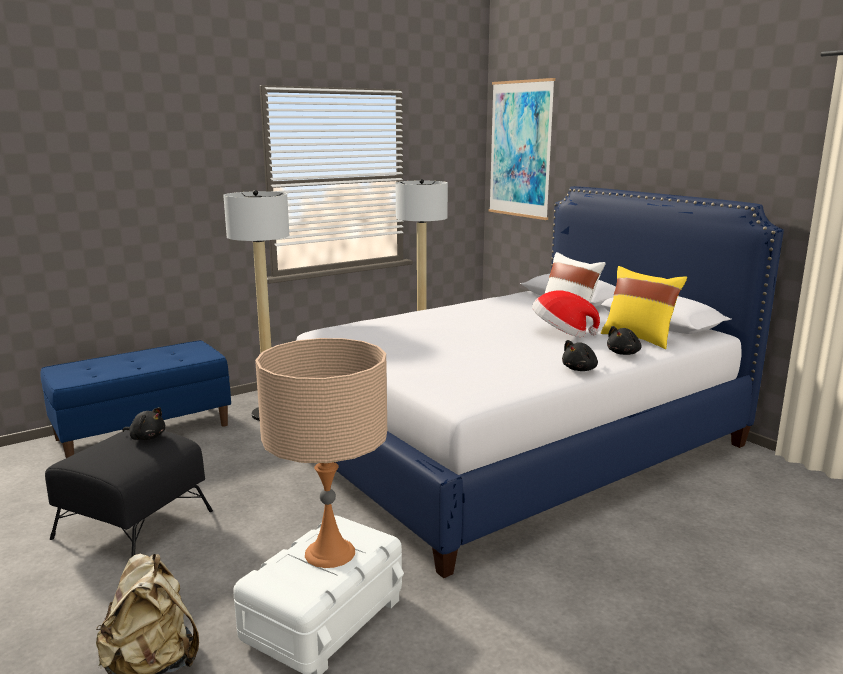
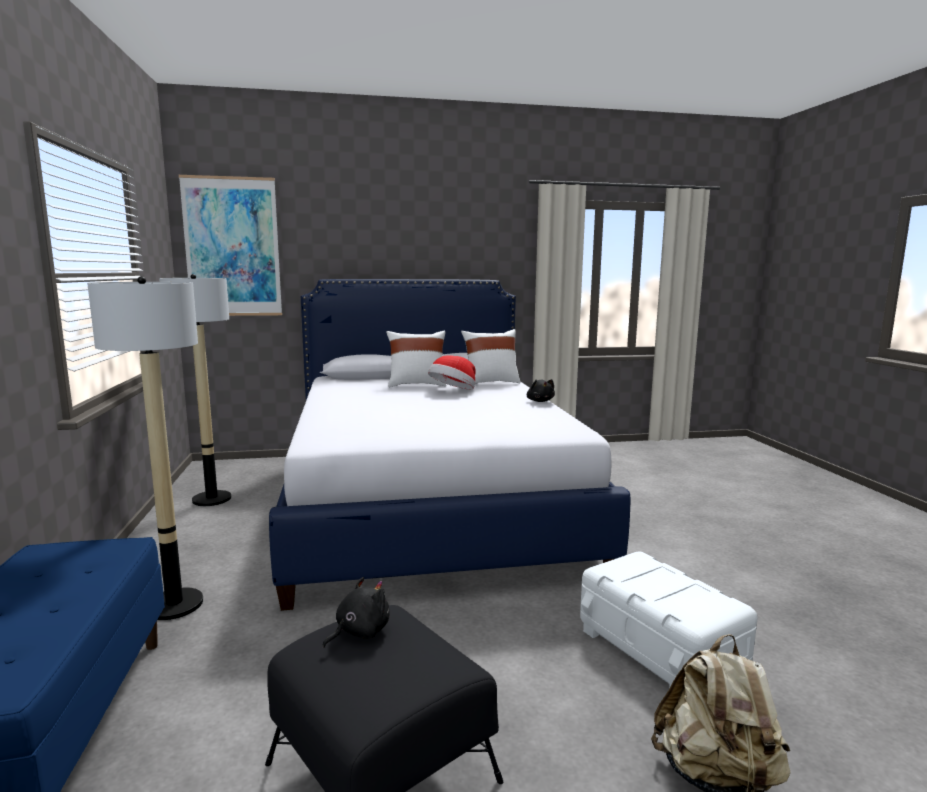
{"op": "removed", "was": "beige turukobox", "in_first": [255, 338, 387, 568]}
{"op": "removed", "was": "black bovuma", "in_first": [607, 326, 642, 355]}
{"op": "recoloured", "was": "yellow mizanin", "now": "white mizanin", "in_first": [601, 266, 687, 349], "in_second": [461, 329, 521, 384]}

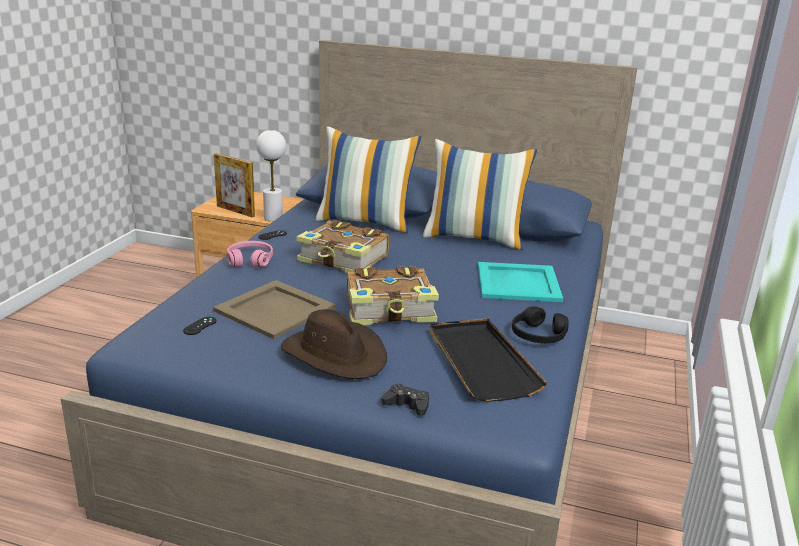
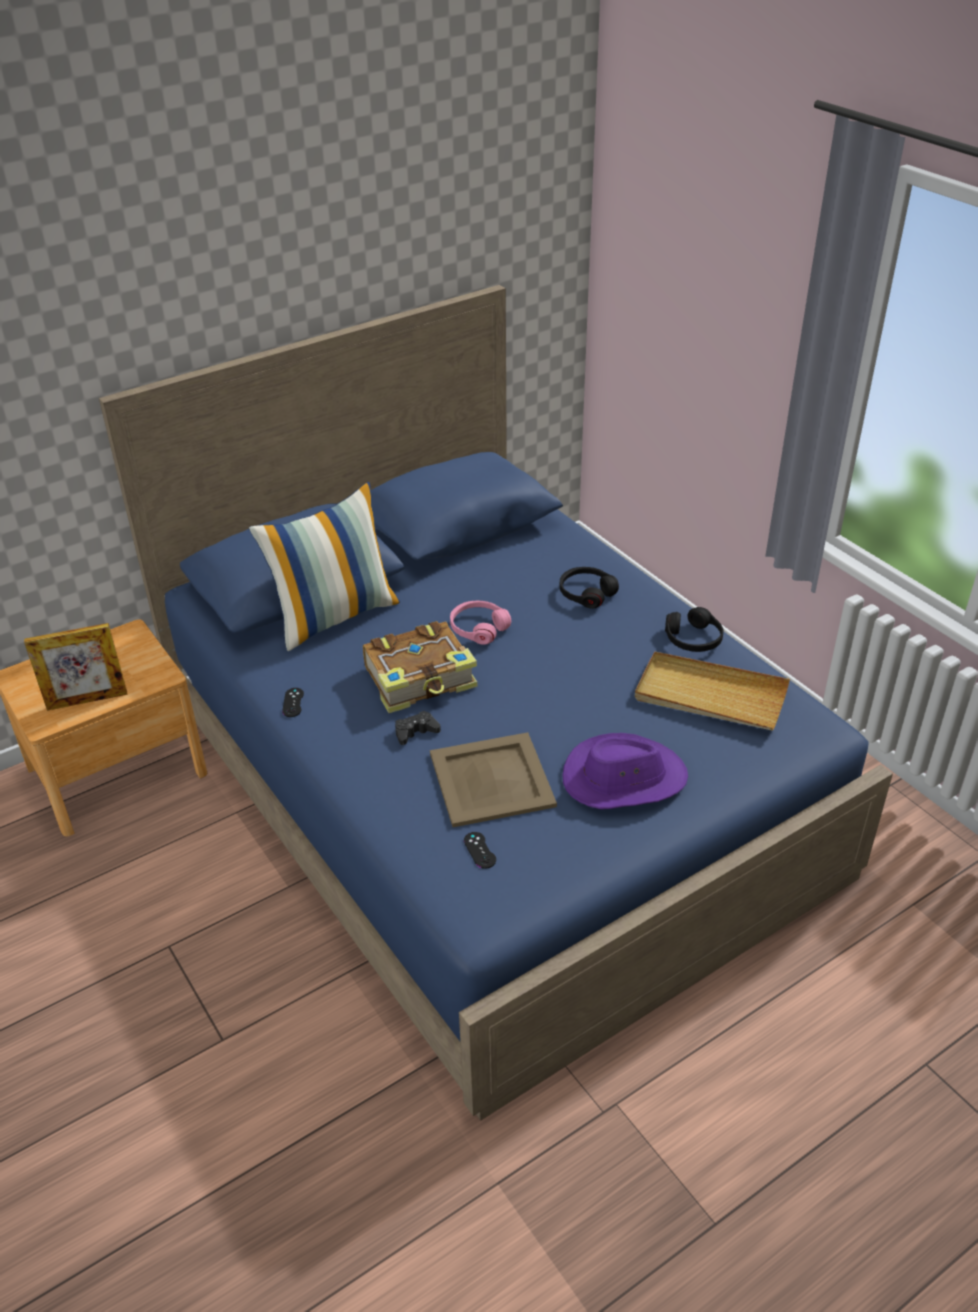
{"op": "removed", "was": "white turukobox", "in_first": [256, 130, 286, 222]}
{"op": "removed", "was": "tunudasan", "in_first": [347, 266, 439, 325]}
{"op": "removed", "was": "mizanin", "in_first": [423, 139, 537, 250]}
{"op": "moved", "was": "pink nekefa", "in_first": [227, 241, 273, 267], "in_second": [450, 601, 511, 645]}
{"op": "moved", "was": "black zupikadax", "in_first": [381, 384, 429, 416], "in_second": [395, 711, 441, 745]}
{"op": "replaced", "was": "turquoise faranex", "now": "black nekefa", "in_first": [478, 262, 563, 302], "in_second": [560, 567, 619, 609]}
{"op": "recoloured", "was": "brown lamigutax", "now": "purple lamigutax", "in_first": [281, 309, 387, 379], "in_second": [562, 733, 688, 809]}
{"op": "recoloured", "was": "black faranex", "now": "beige faranex", "in_first": [430, 318, 547, 402], "in_second": [635, 652, 790, 731]}

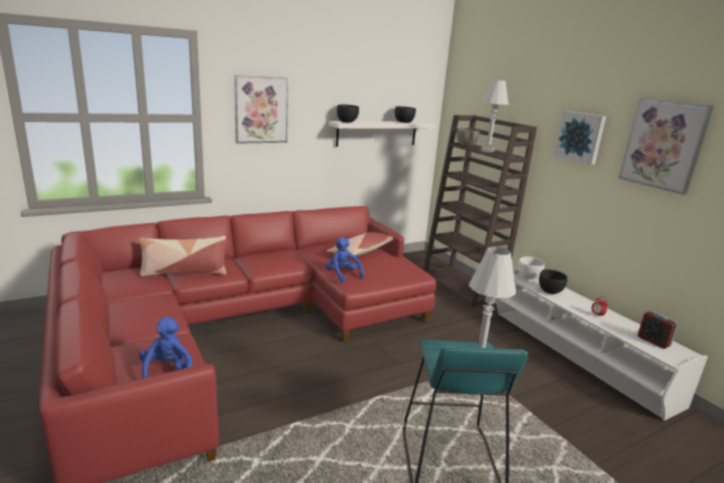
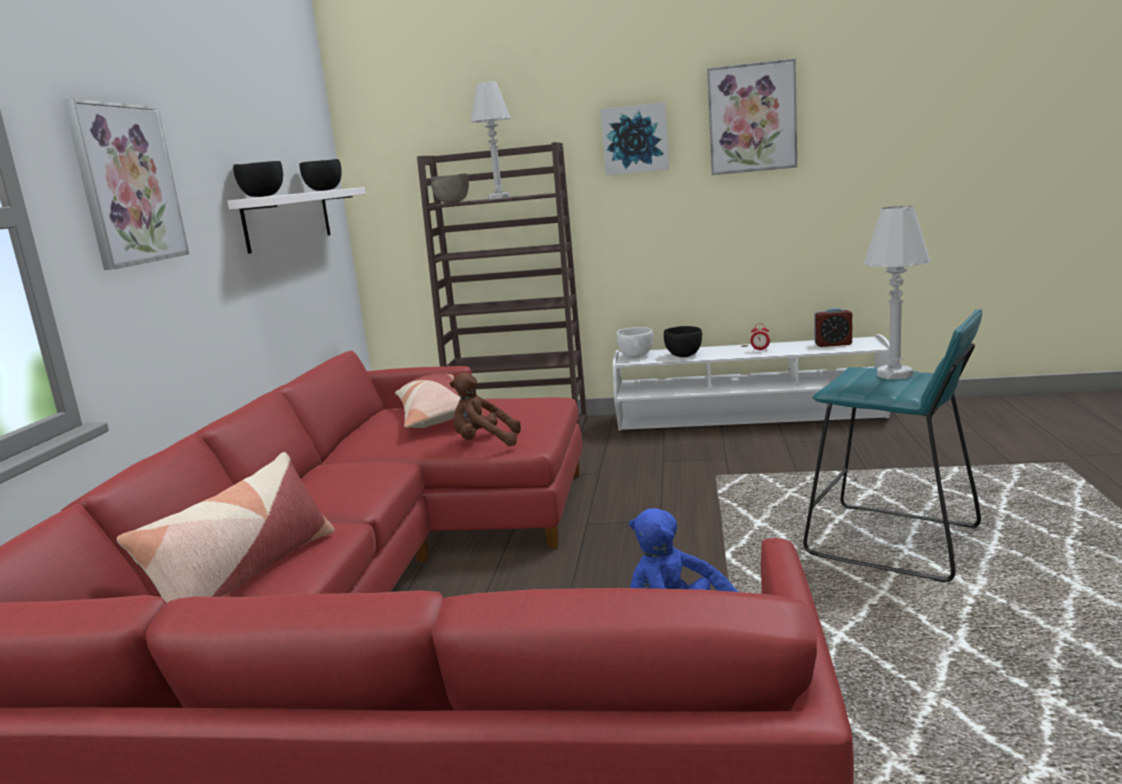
{"op": "recoloured", "was": "blue bovuma", "now": "brown bovuma", "in_first": [325, 237, 364, 283], "in_second": [450, 372, 521, 446]}

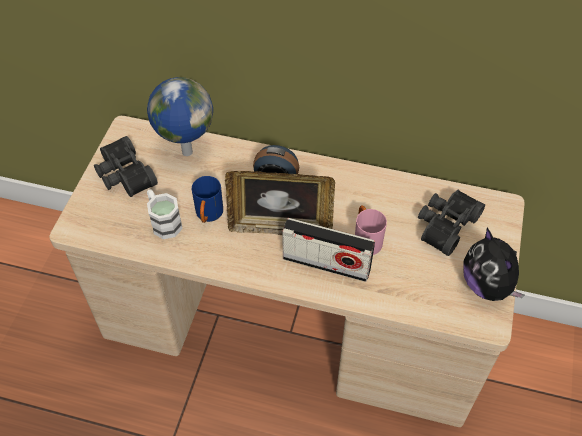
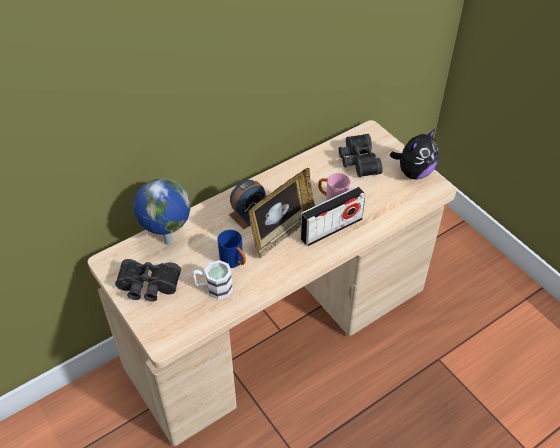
{"op": "turned", "was": "bovuma", "in_first": [464, 228, 524, 301], "in_second": [390, 128, 439, 180], "clockwise": -60}

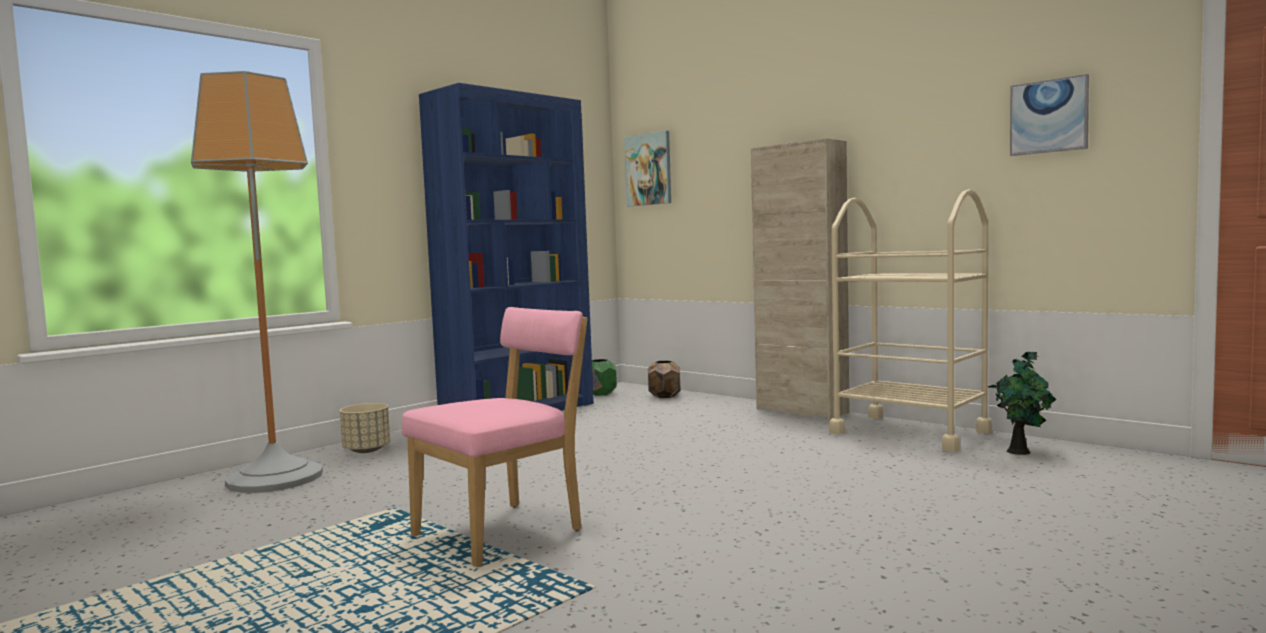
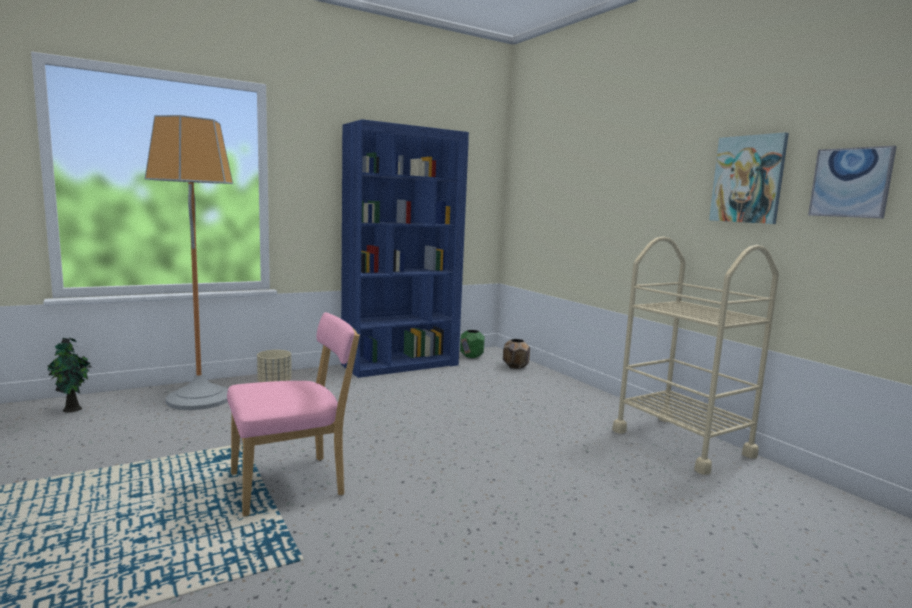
{"op": "removed", "was": "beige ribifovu", "in_first": [751, 138, 849, 419]}
{"op": "moved", "was": "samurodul", "in_first": [624, 130, 671, 206], "in_second": [709, 132, 789, 224]}
{"op": "moved", "was": "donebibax", "in_first": [988, 352, 1057, 455], "in_second": [47, 338, 92, 413]}

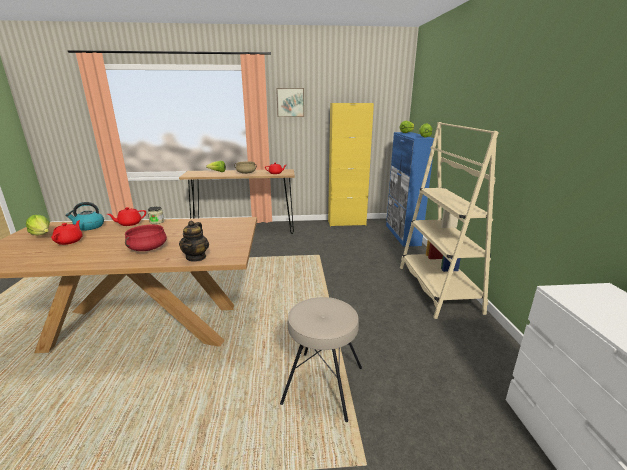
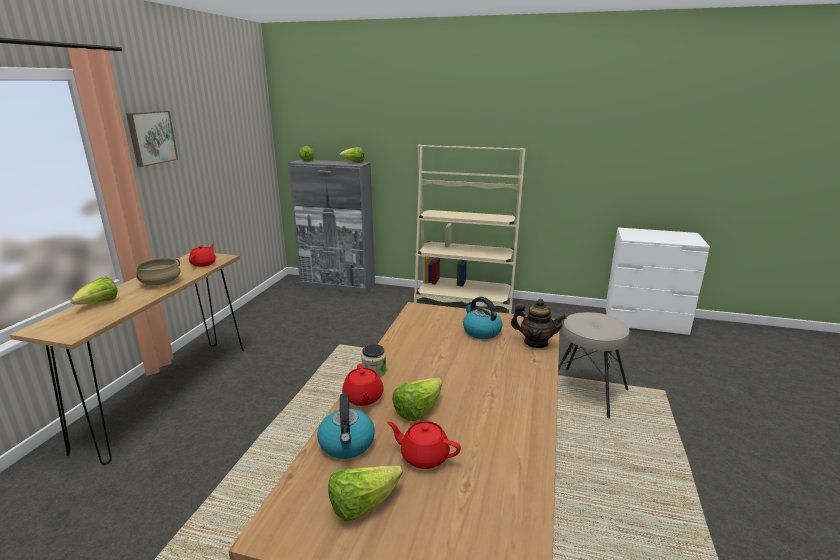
{"op": "removed", "was": "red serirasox", "in_first": [125, 224, 167, 251]}
{"op": "removed", "was": "yellow ribifovu", "in_first": [328, 103, 374, 226]}
{"op": "added", "now": "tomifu", "in_second": [392, 378, 442, 421]}
{"op": "added", "now": "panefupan", "in_second": [463, 297, 503, 339]}
{"op": "recoloured", "was": "blue ribifovu", "now": "grey ribifovu", "in_first": [386, 132, 434, 247], "in_second": [288, 160, 375, 294]}

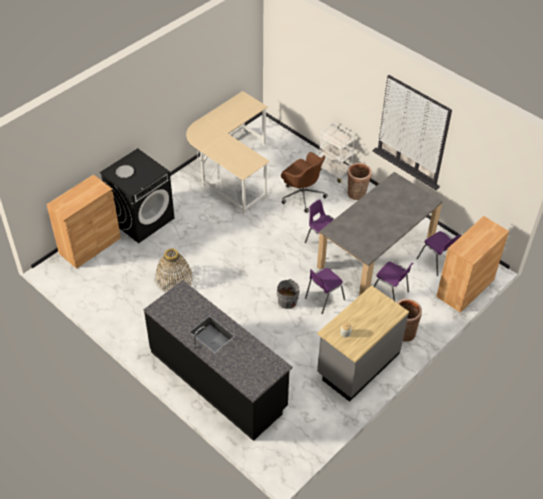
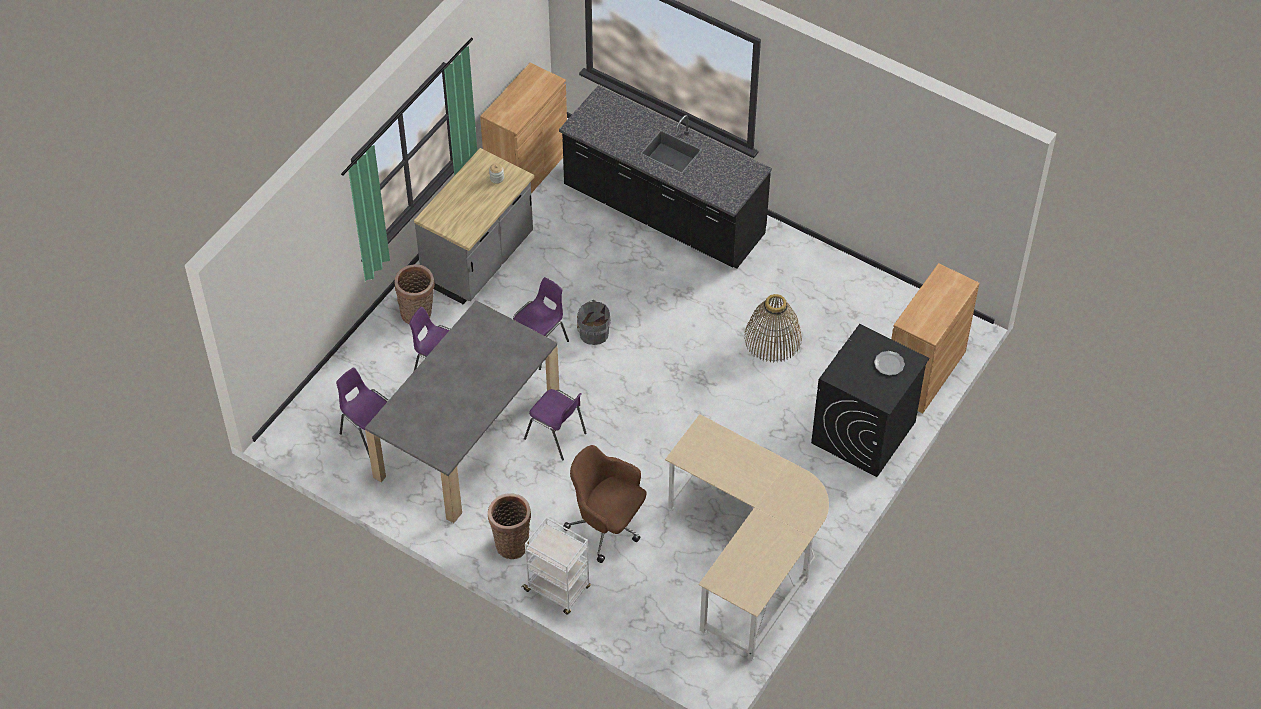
{"op": "moved", "was": "brown ribifovu", "in_first": [436, 216, 509, 313], "in_second": [480, 63, 567, 193]}

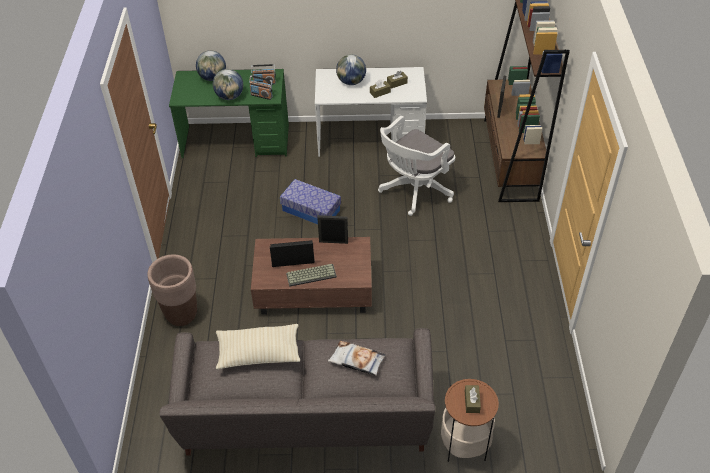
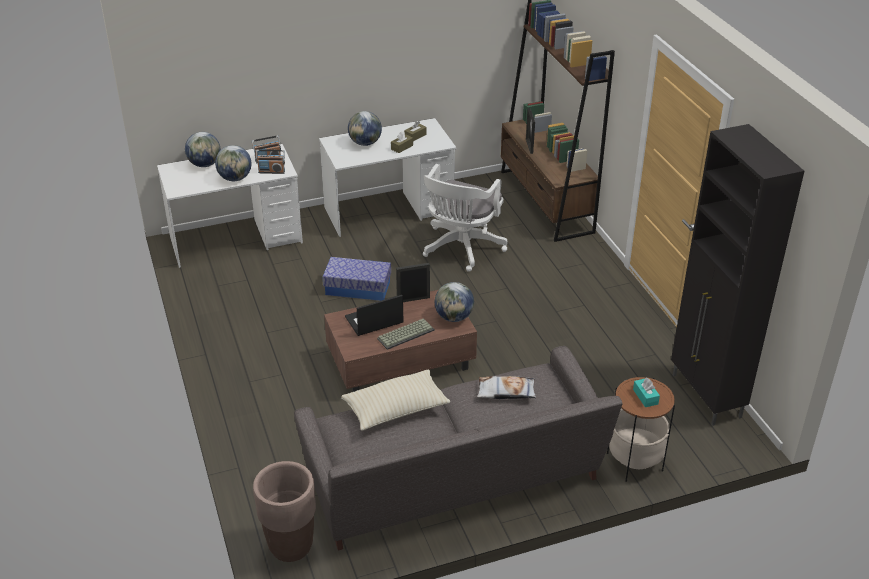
{"op": "added", "now": "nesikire", "in_second": [435, 282, 474, 322]}
{"op": "added", "now": "black ribifovu", "in_second": [671, 124, 804, 426]}
{"op": "moved", "was": "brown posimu", "in_first": [147, 254, 197, 326], "in_second": [253, 461, 316, 562]}
{"op": "recoloured", "was": "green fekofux", "now": "white fekofux", "in_first": [169, 69, 289, 158], "in_second": [157, 144, 303, 268]}
{"op": "recoloured", "was": "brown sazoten", "now": "turquoise sazoten", "in_first": [465, 385, 481, 413], "in_second": [633, 378, 660, 407]}

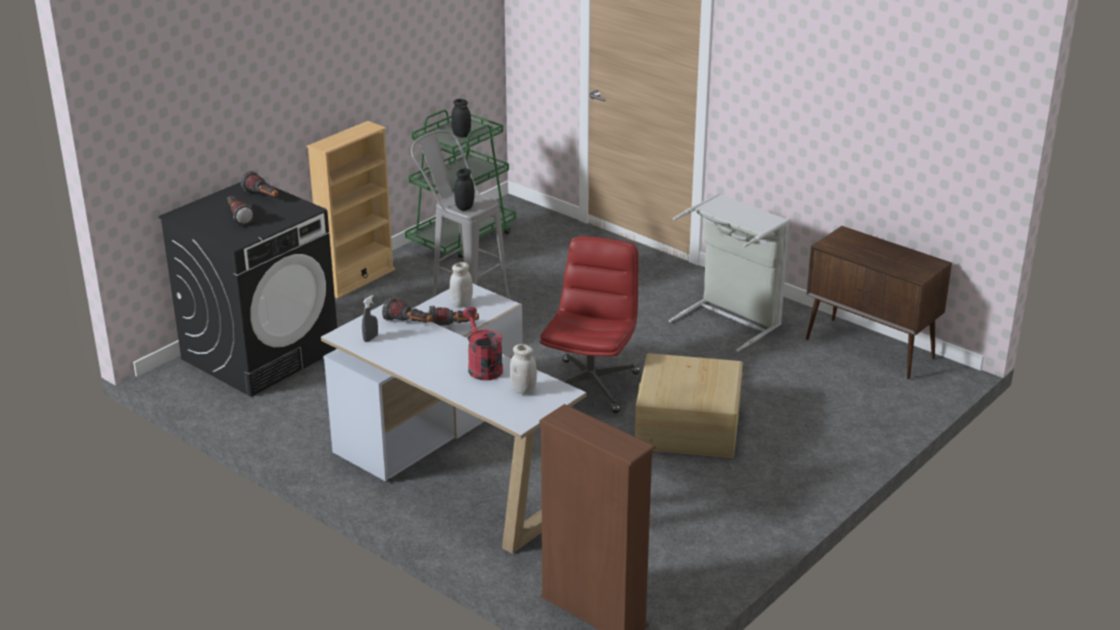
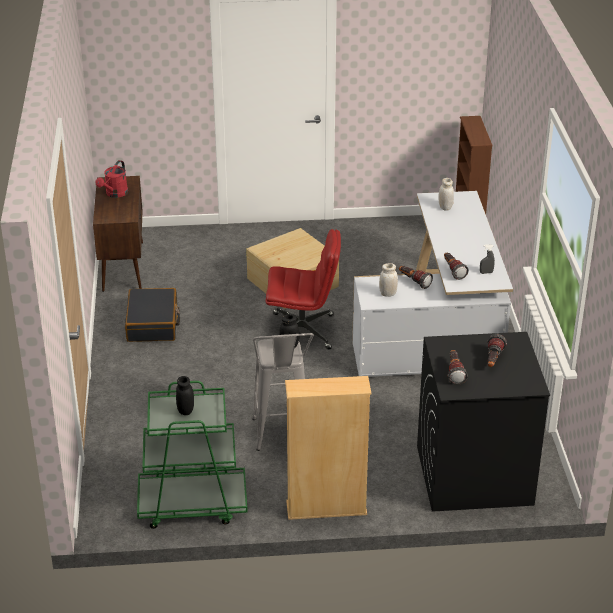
{"op": "moved", "was": "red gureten", "in_first": [462, 307, 503, 380], "in_second": [95, 160, 128, 198]}
{"op": "replaced", "was": "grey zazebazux", "now": "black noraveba", "in_first": [669, 193, 790, 352], "in_second": [125, 288, 180, 342]}
{"op": "turned", "was": "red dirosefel", "in_first": [540, 236, 640, 413], "in_second": [266, 229, 341, 350], "clockwise": -150}

